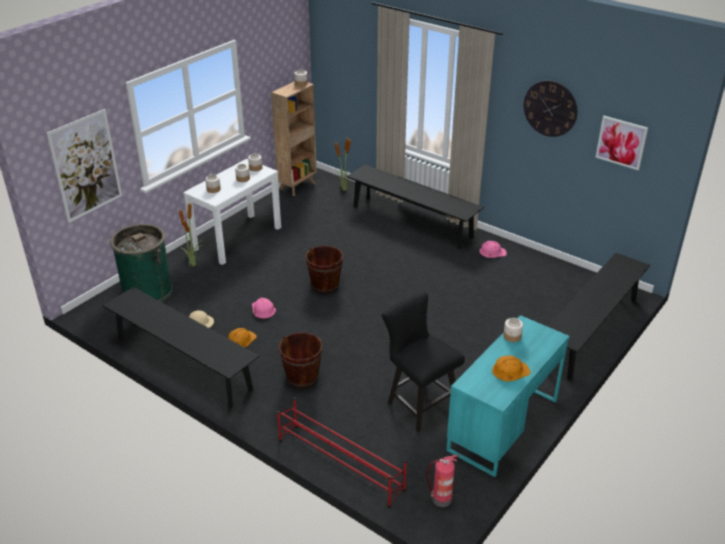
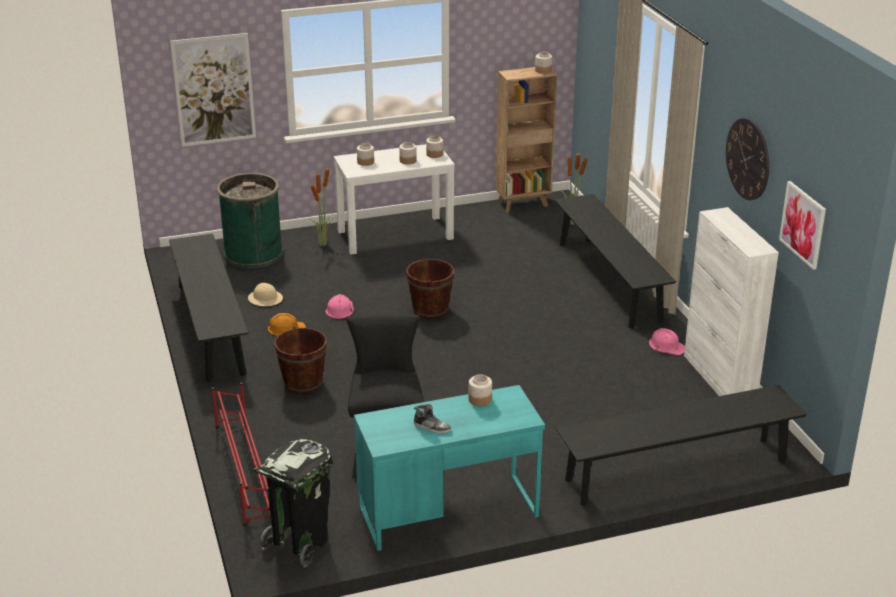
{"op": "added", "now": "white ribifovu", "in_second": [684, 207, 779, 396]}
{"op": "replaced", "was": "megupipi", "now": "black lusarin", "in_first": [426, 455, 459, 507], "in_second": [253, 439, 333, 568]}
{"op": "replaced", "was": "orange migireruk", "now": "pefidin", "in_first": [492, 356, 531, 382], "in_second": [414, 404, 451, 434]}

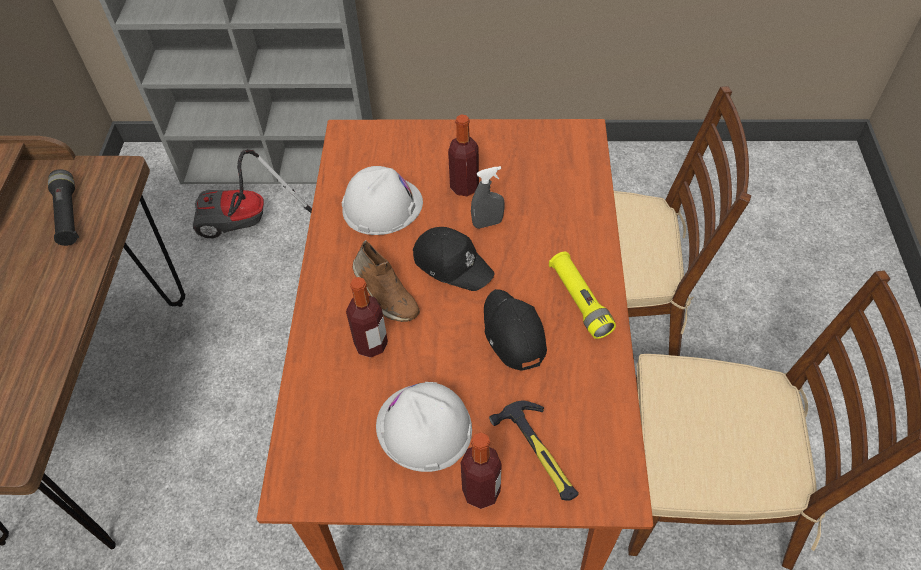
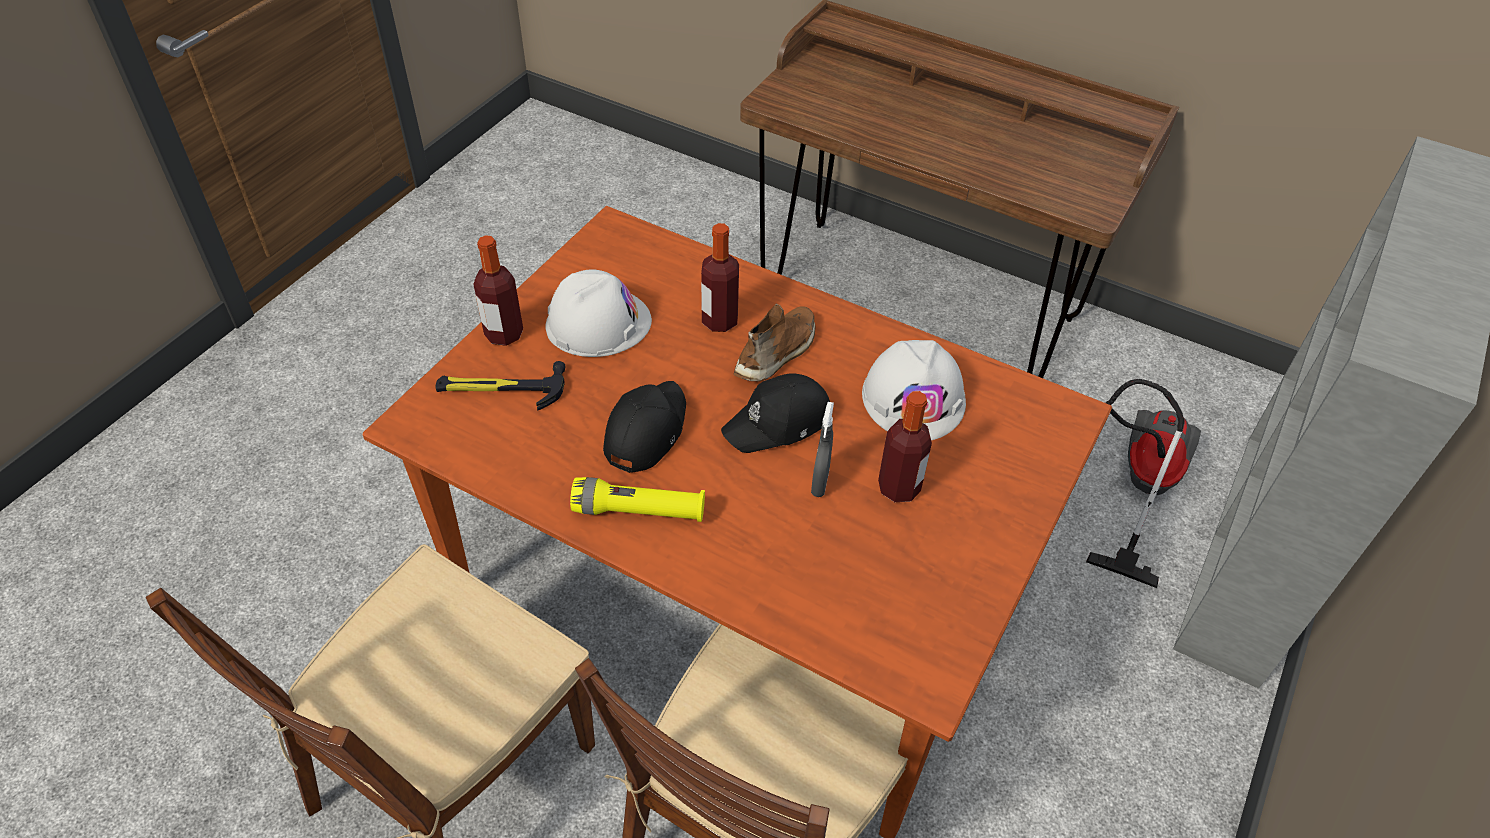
{"op": "removed", "was": "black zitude", "in_first": [48, 169, 79, 246]}
{"op": "turned", "was": "brown pefidin", "in_first": [352, 240, 420, 322], "in_second": [734, 304, 815, 381], "clockwise": 135}
{"op": "turned", "was": "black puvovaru", "in_first": [484, 289, 547, 371], "in_second": [603, 381, 686, 473], "clockwise": -75}

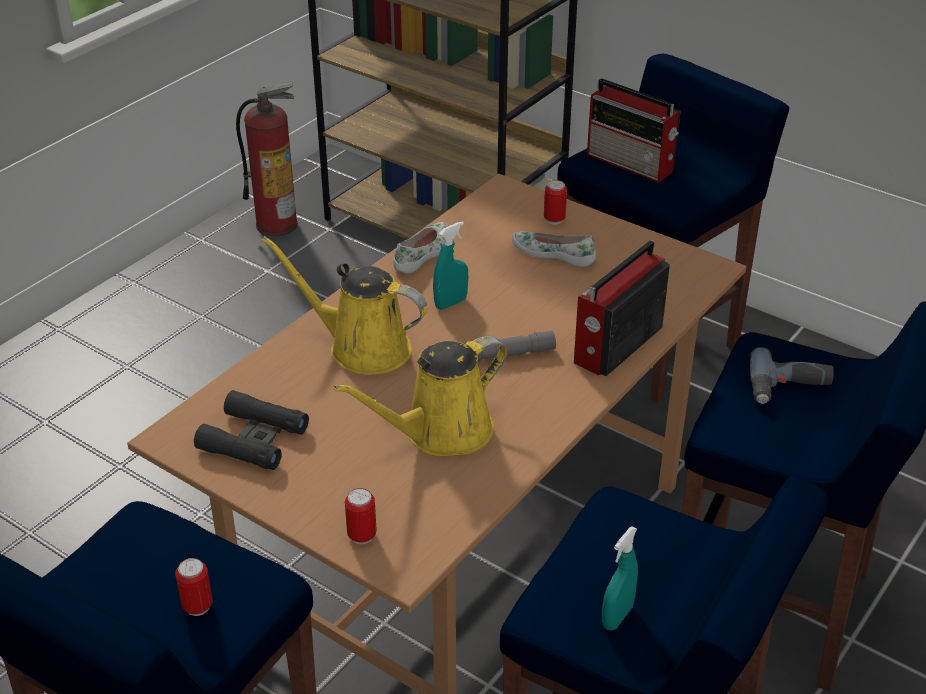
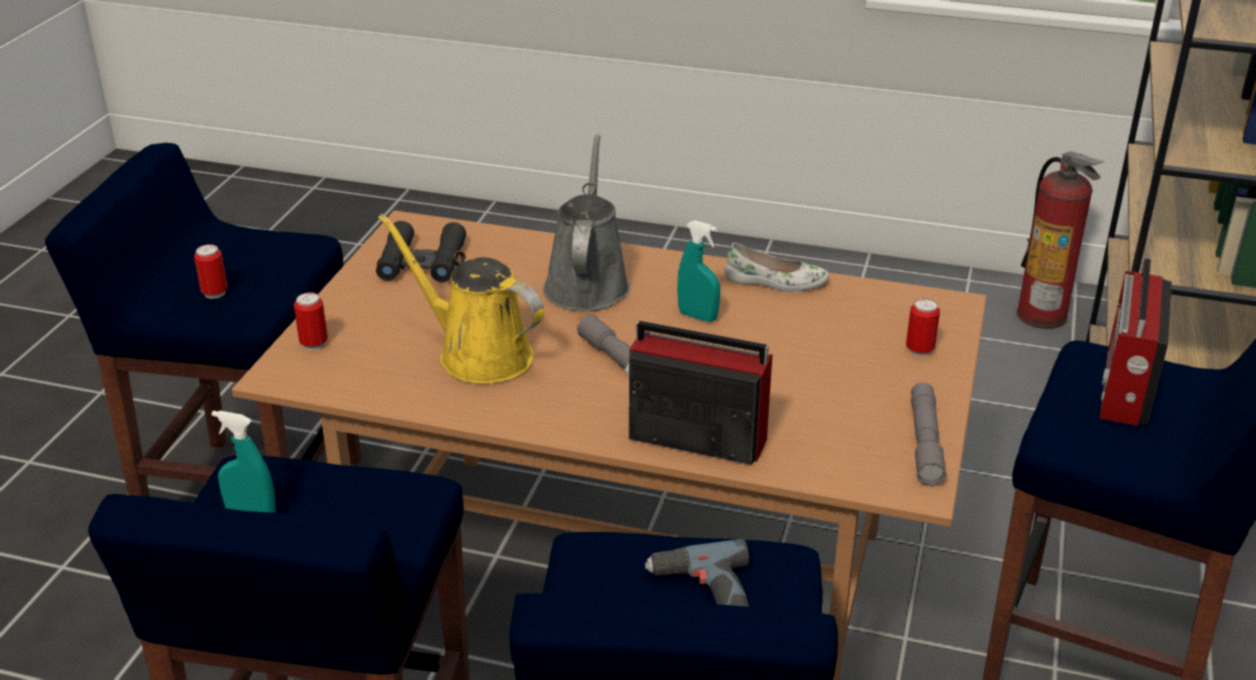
{"op": "removed", "was": "white pefidin", "in_first": [512, 231, 596, 267]}
{"op": "added", "now": "grey zitude", "in_second": [911, 383, 947, 486]}
{"op": "recoloured", "was": "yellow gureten", "now": "grey gureten", "in_first": [261, 236, 428, 375], "in_second": [543, 135, 630, 311]}

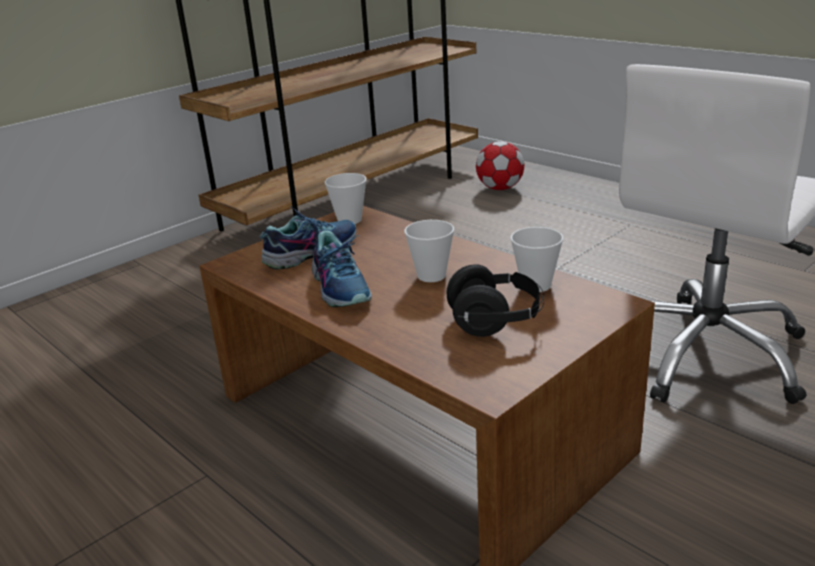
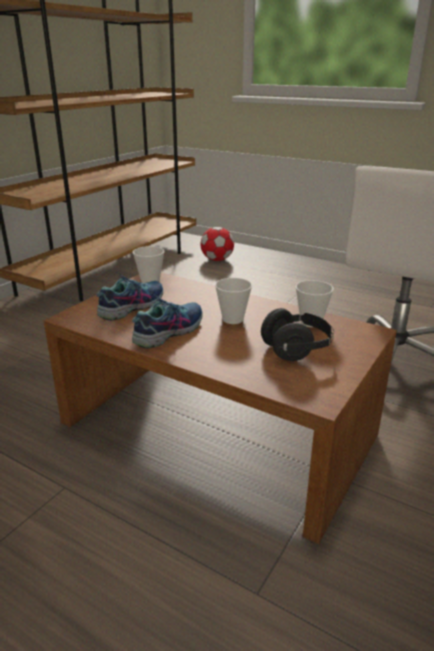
{"op": "turned", "was": "pefidin", "in_first": [312, 231, 372, 307], "in_second": [132, 293, 203, 349], "clockwise": -105}

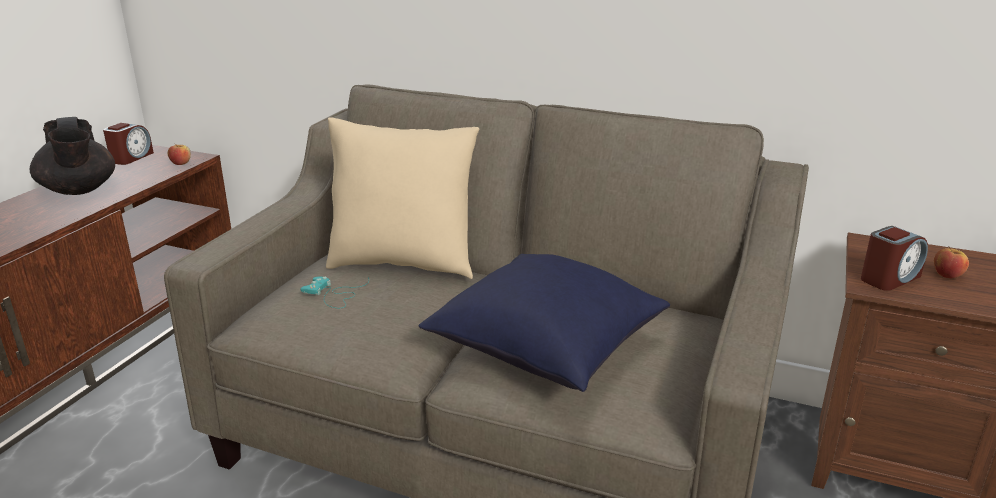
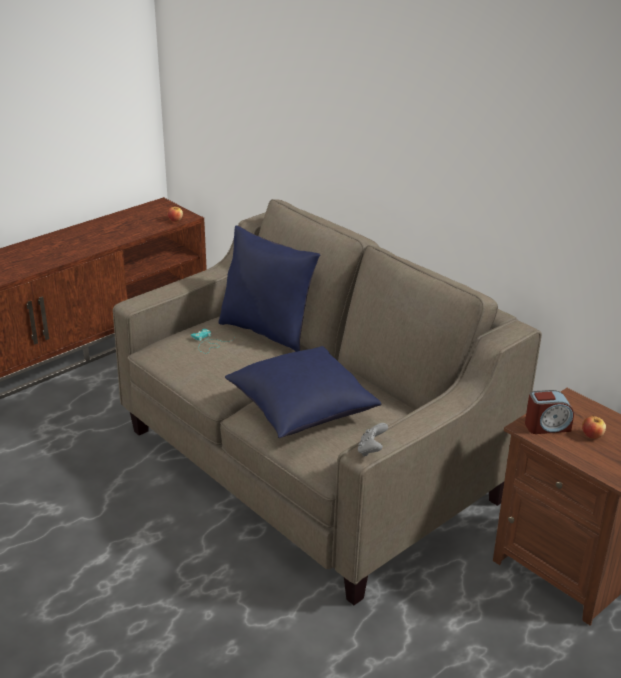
{"op": "removed", "was": "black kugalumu", "in_first": [30, 117, 115, 195]}
{"op": "removed", "was": "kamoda", "in_first": [103, 123, 154, 165]}
{"op": "added", "now": "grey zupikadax", "in_second": [358, 423, 388, 457]}
{"op": "recoloured", "was": "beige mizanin", "now": "blue mizanin", "in_first": [326, 118, 479, 279], "in_second": [218, 226, 320, 352]}

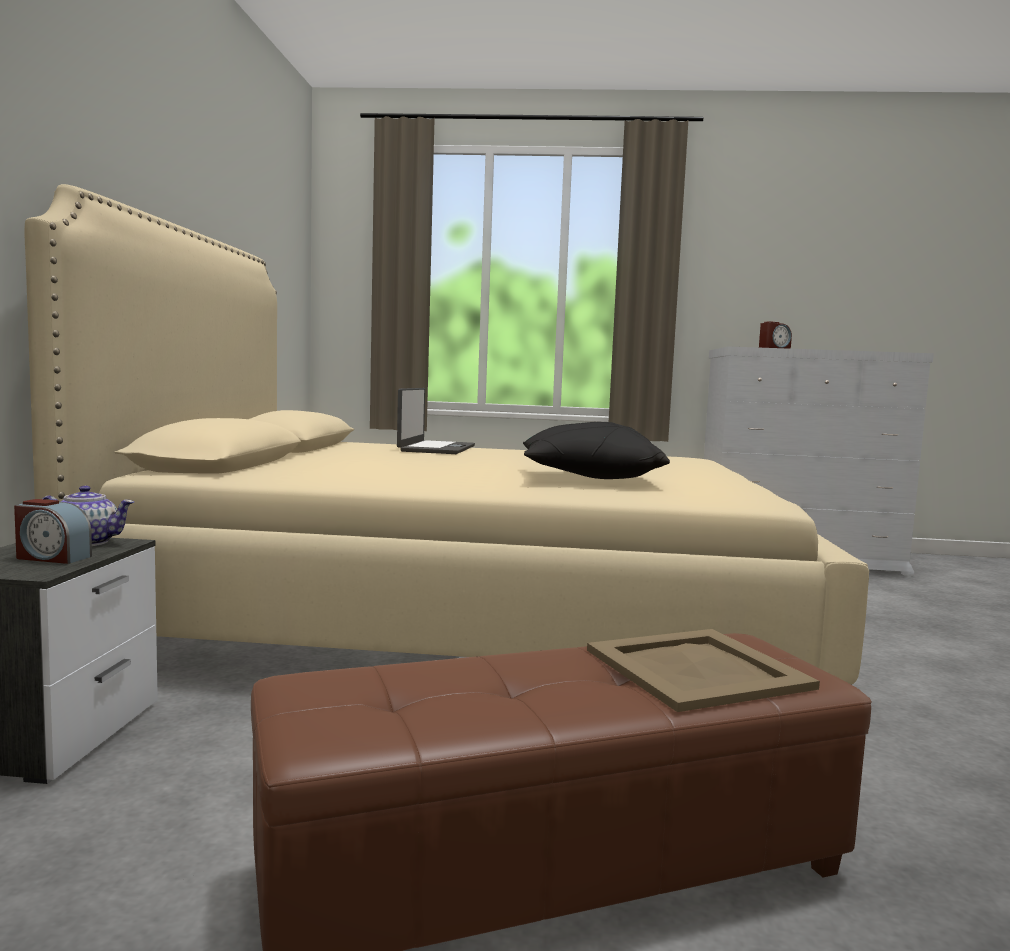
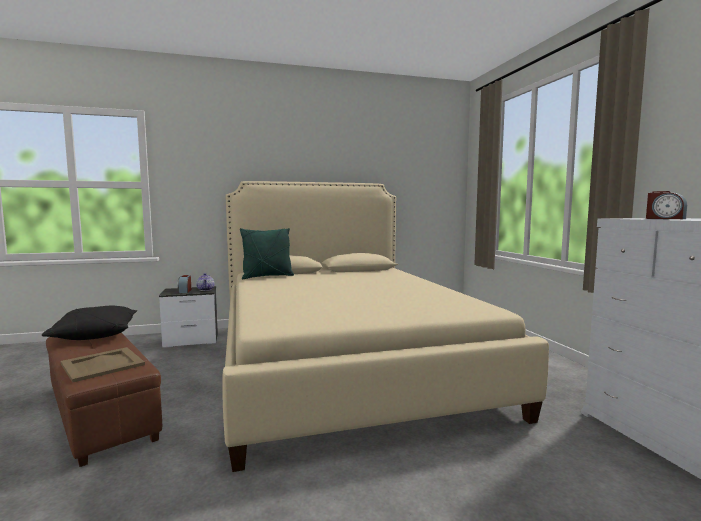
{"op": "removed", "was": "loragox", "in_first": [397, 388, 475, 454]}
{"op": "added", "now": "green mizanin", "in_second": [240, 228, 294, 279]}
{"op": "moved", "was": "black mizanin", "in_first": [523, 422, 670, 479], "in_second": [42, 305, 137, 340]}

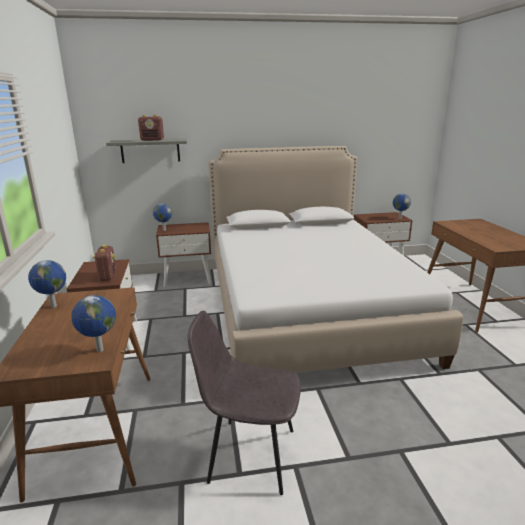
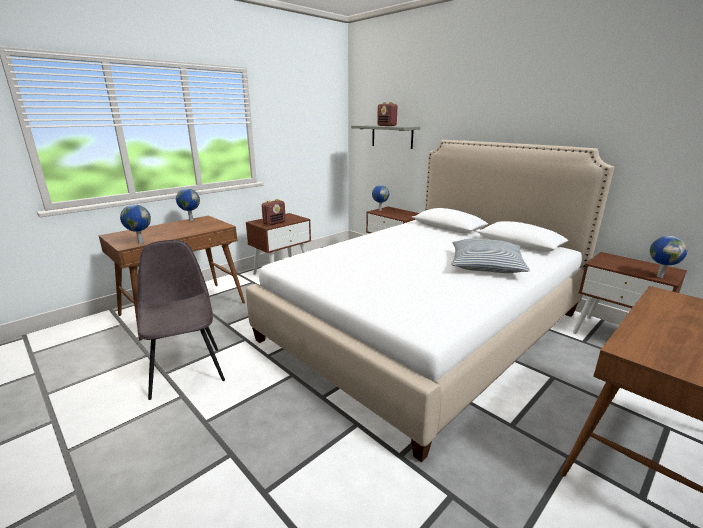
{"op": "added", "now": "mizanin", "in_second": [451, 239, 530, 273]}

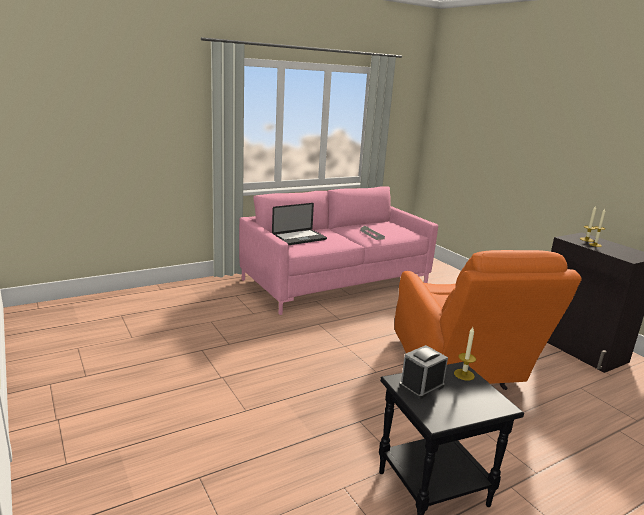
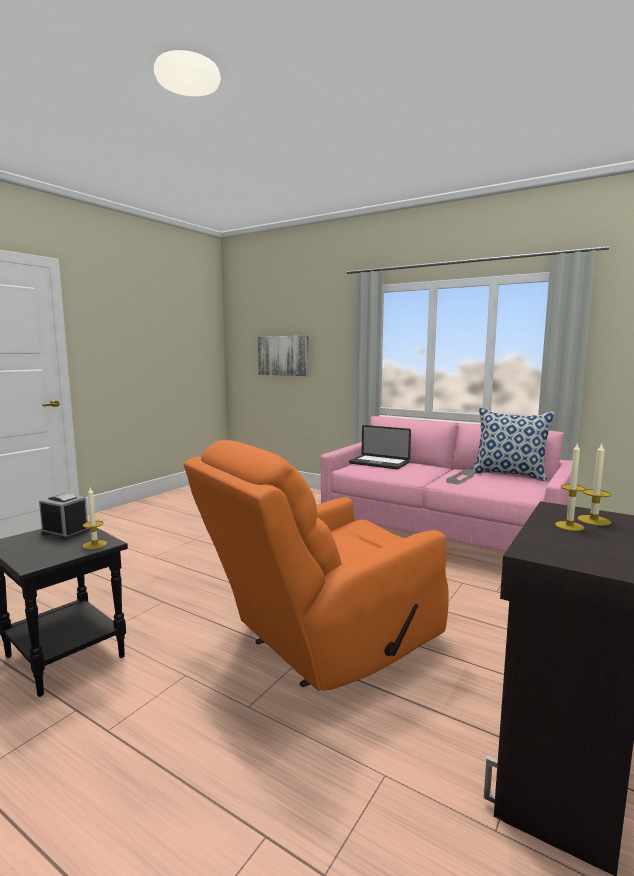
{"op": "added", "now": "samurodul", "in_second": [258, 336, 309, 376]}
{"op": "added", "now": "mizanin", "in_second": [472, 408, 555, 482]}

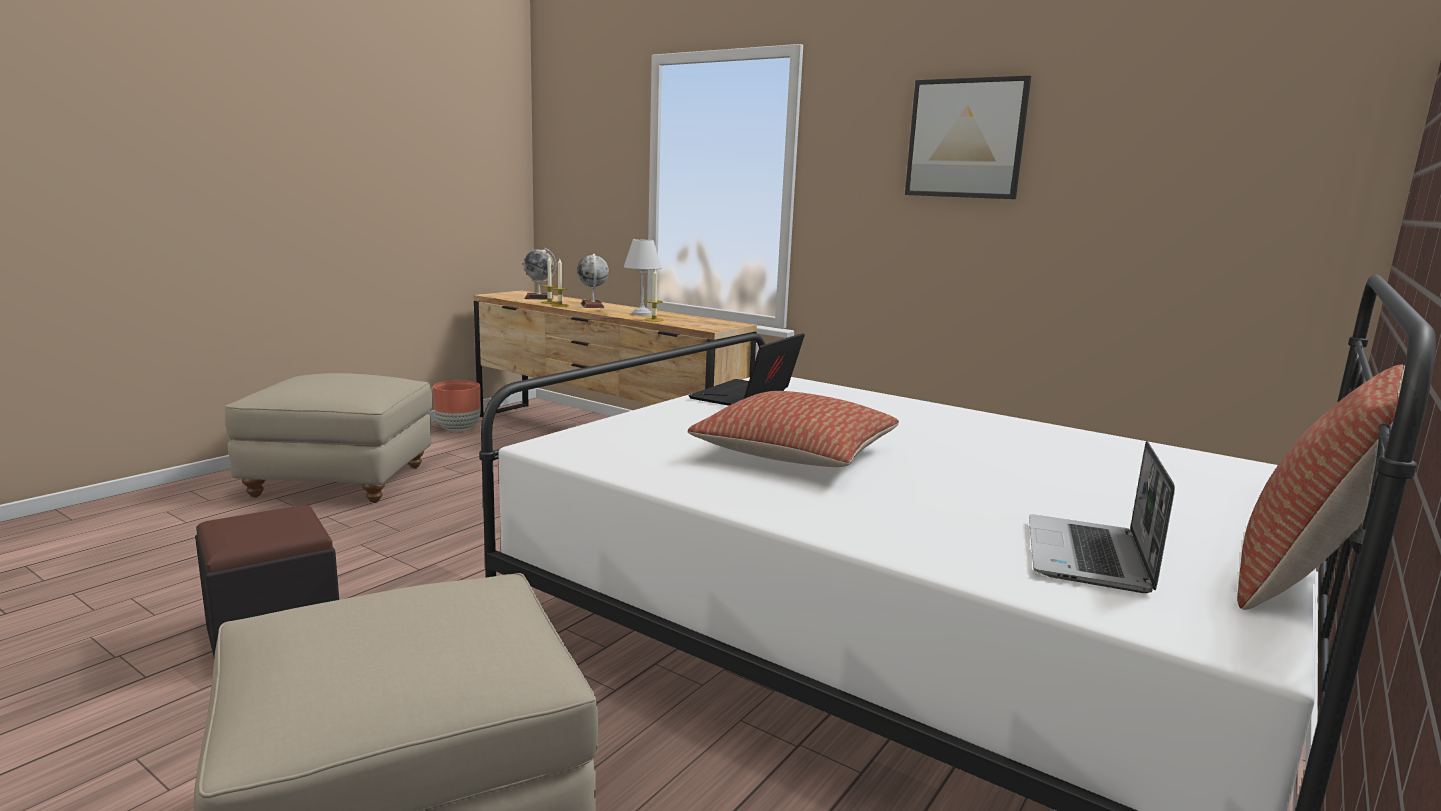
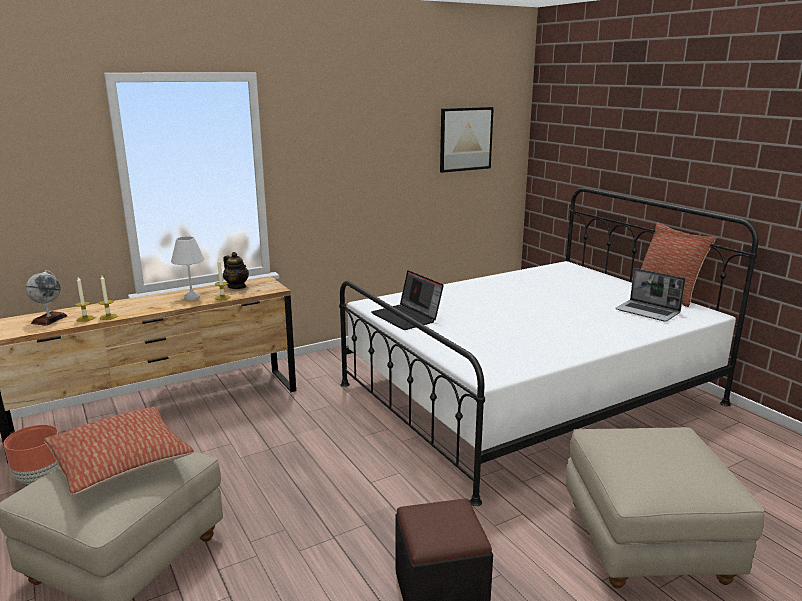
{"op": "removed", "was": "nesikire", "in_first": [577, 254, 609, 308]}
{"op": "added", "now": "kugalumu", "in_second": [223, 252, 249, 289]}
{"op": "moved", "was": "mizanin", "in_first": [687, 391, 899, 467], "in_second": [44, 407, 194, 495]}
{"op": "moved", "was": "samurodul", "in_first": [905, 76, 1031, 199], "in_second": [440, 107, 494, 173]}

